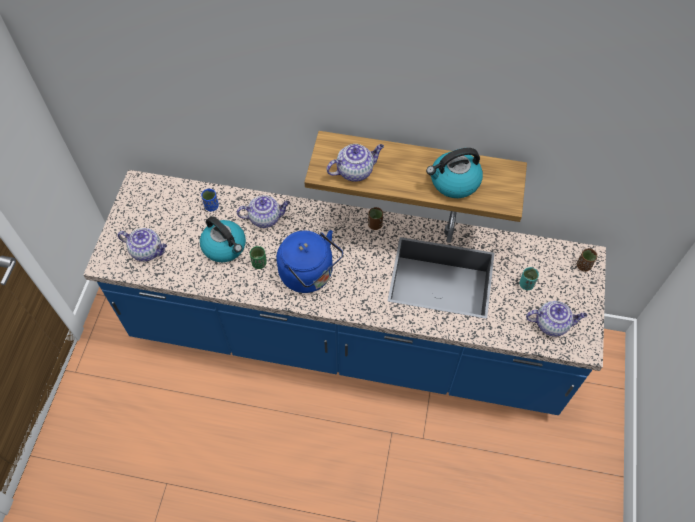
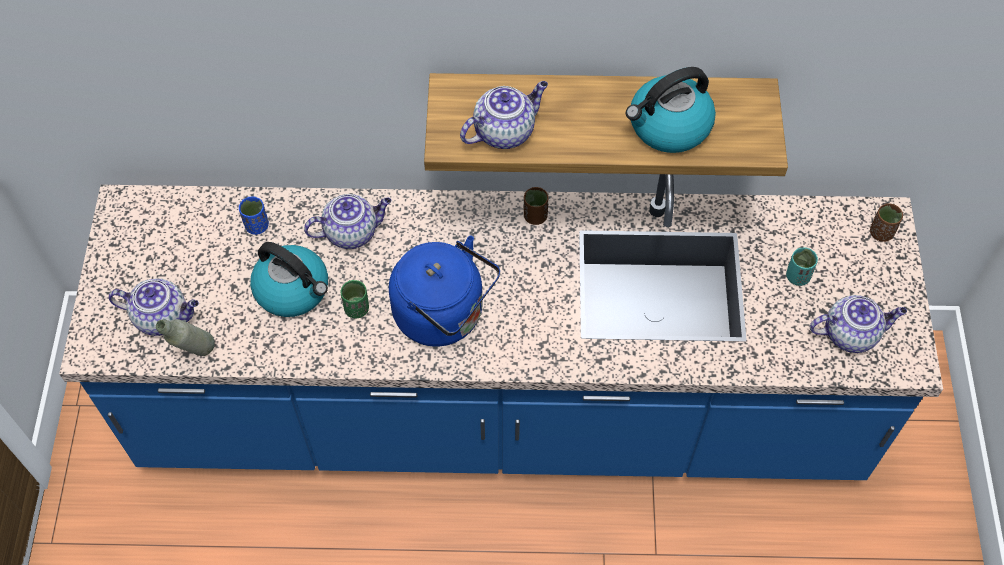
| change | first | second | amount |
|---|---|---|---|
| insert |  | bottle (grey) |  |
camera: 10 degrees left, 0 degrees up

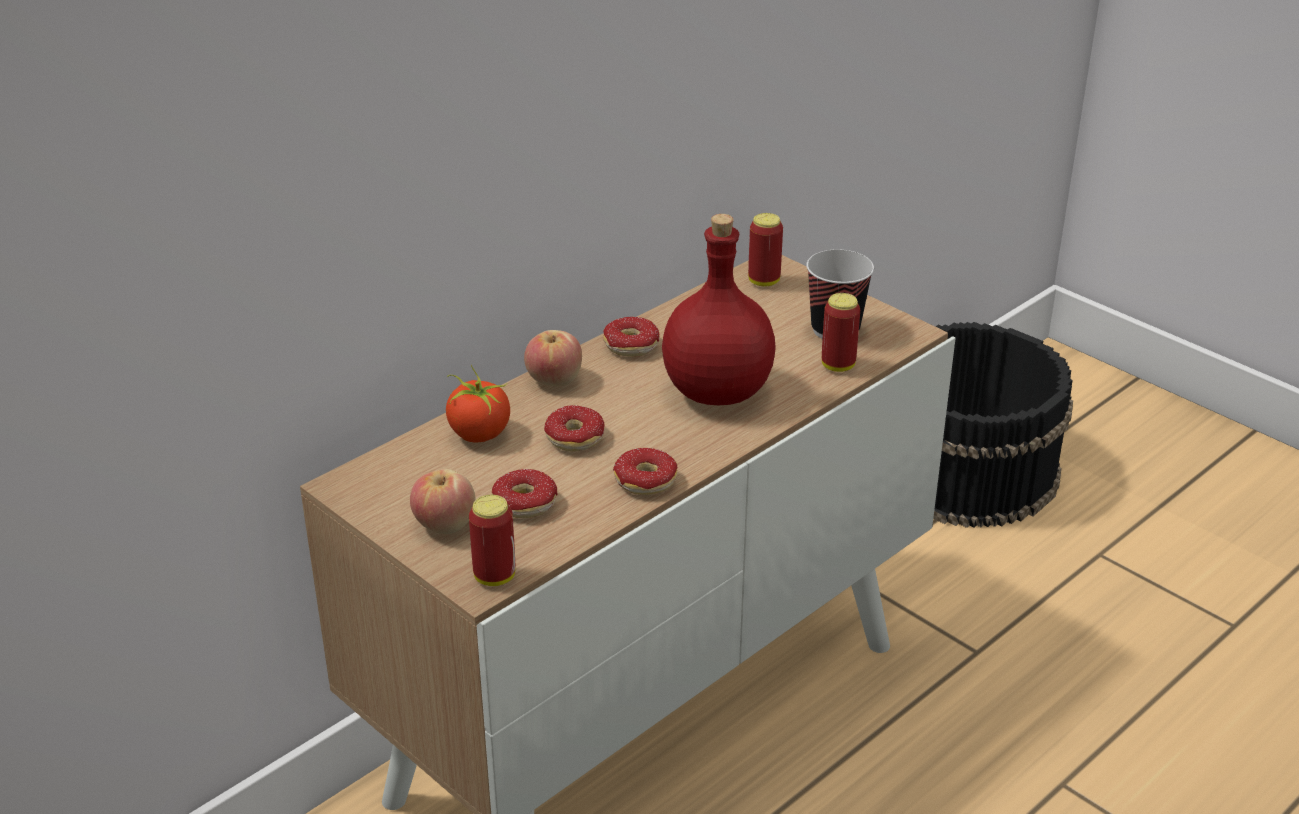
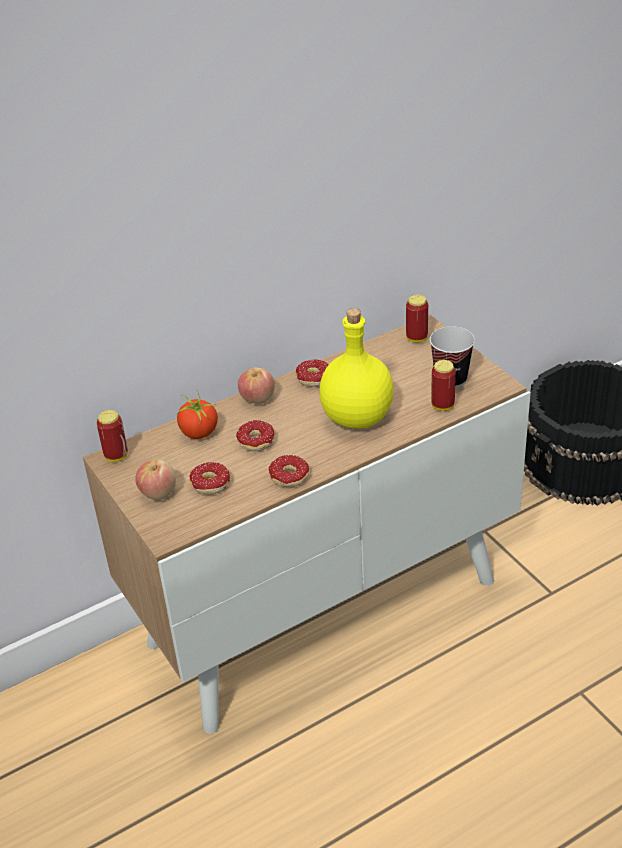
| change | first | second | amount |
|---|---|---|---|
| move | can (1st from left) |  |  |
| recolor | bottle (red) | bottle (yellow) |  |
camera: 15 degrees right, 5 degrees up

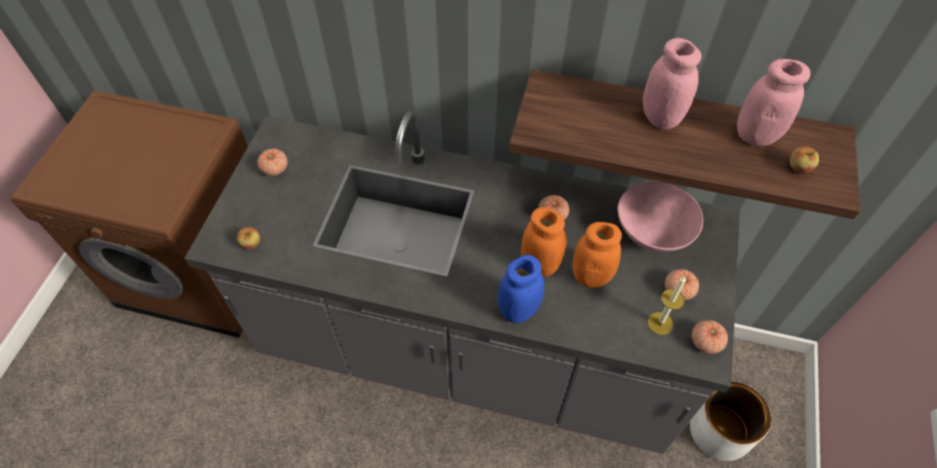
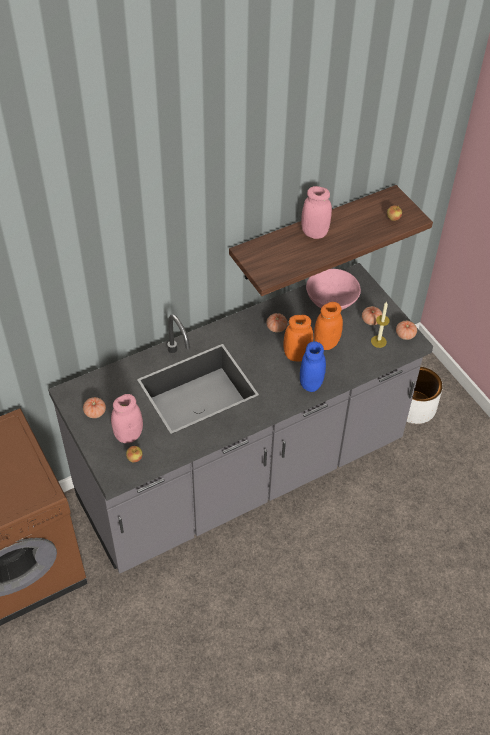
| change | first | second | amount |
|---|---|---|---|
| move | jar (pink) (2nd from left in the first image) | jar (pink) (1st from left) |  |
camera: 45 degrees left, 5 degrees down

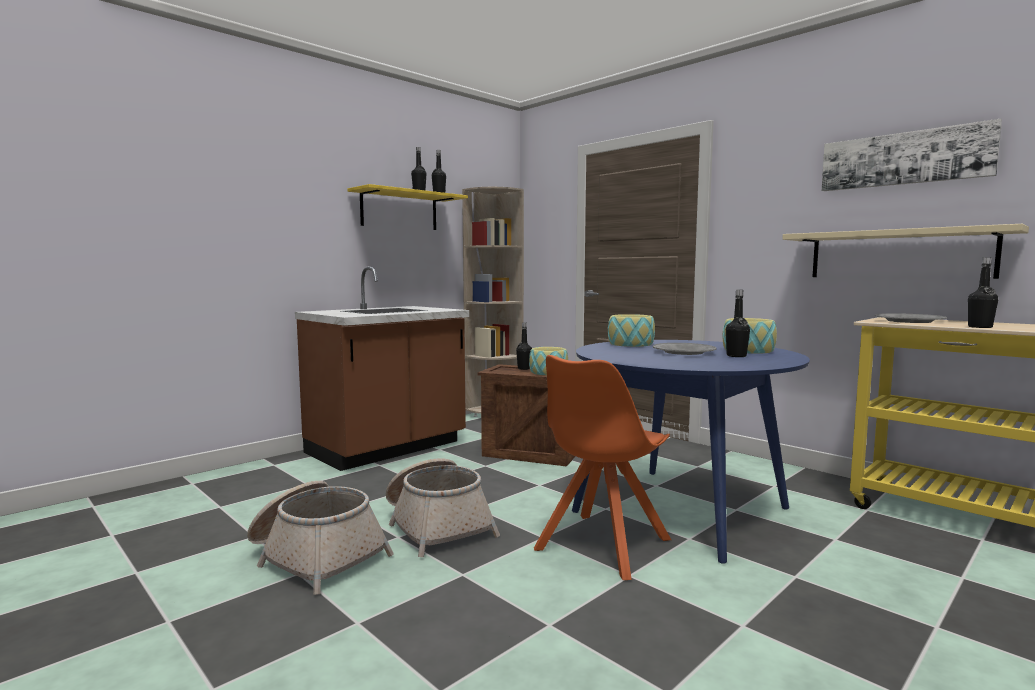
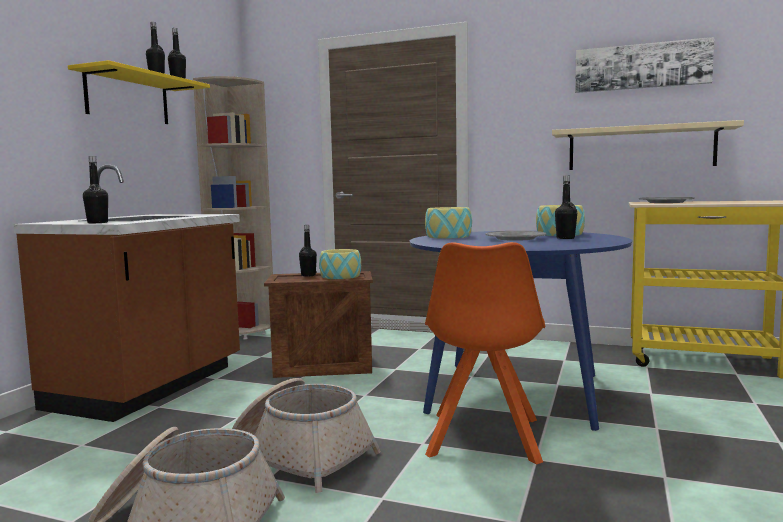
| change | first | second | amount |
|---|---|---|---|
| move | bottle (black) (5th from left in the first image) | bottle (black) (1st from left) |  |
camera: 25 degrees left, 0 degrees up

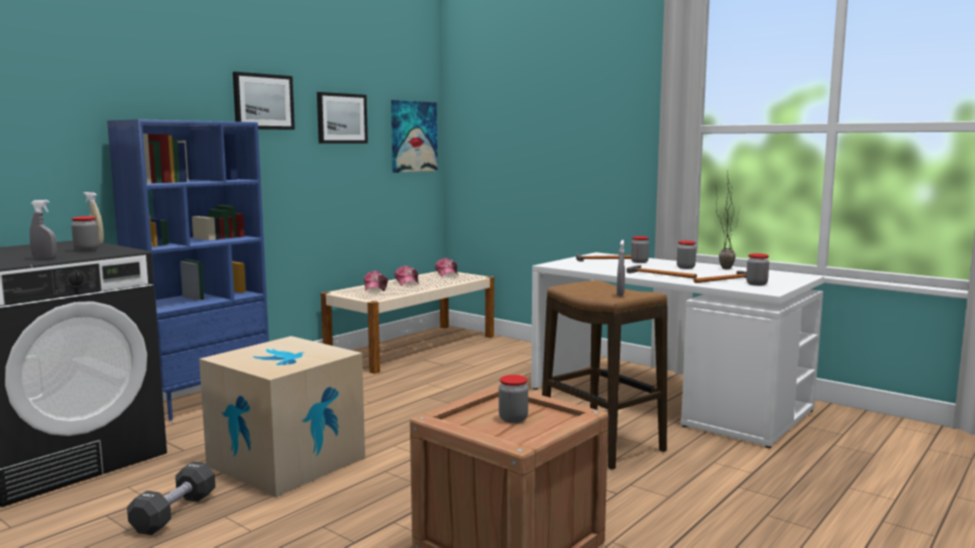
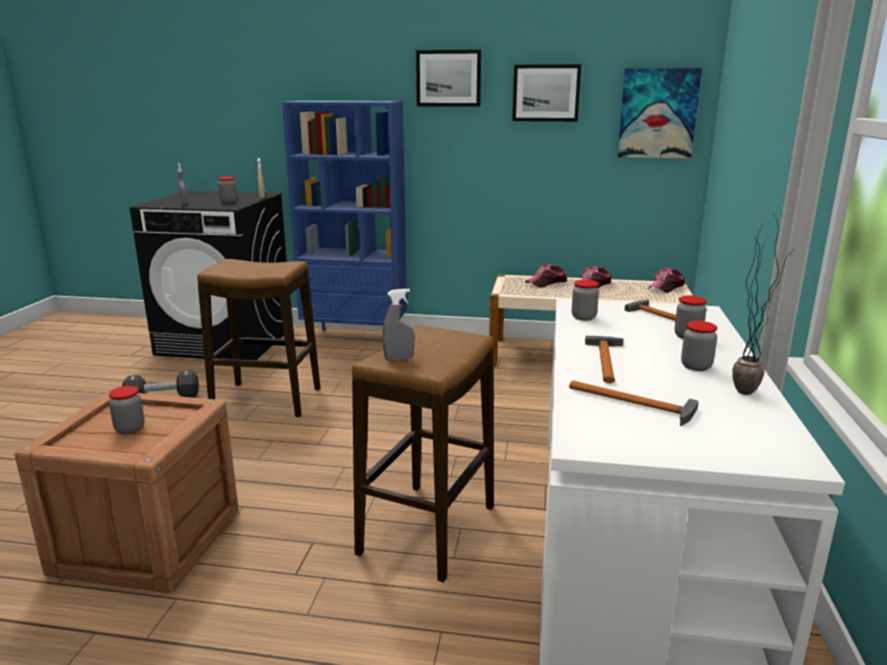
| change | first | second | amount |
|---|---|---|---|
| move | jar (5th from left in the first image) | jar (3rd from left) |  |
| replace | cardboard box | stool (1st from left) |  |
camera: 60 degrees right, 10 degrees up

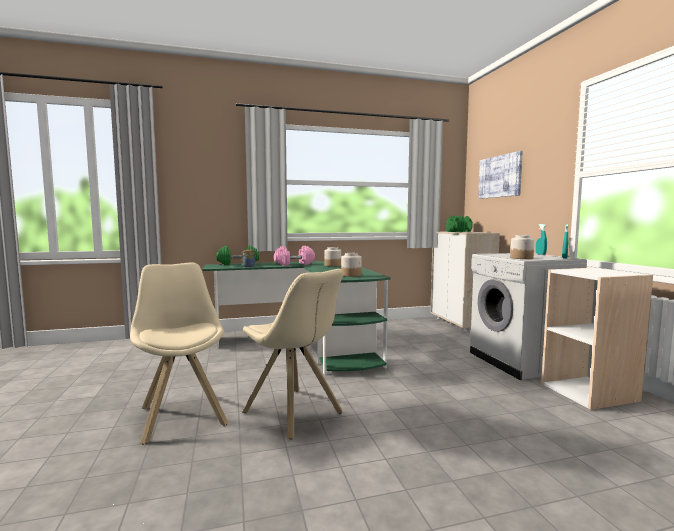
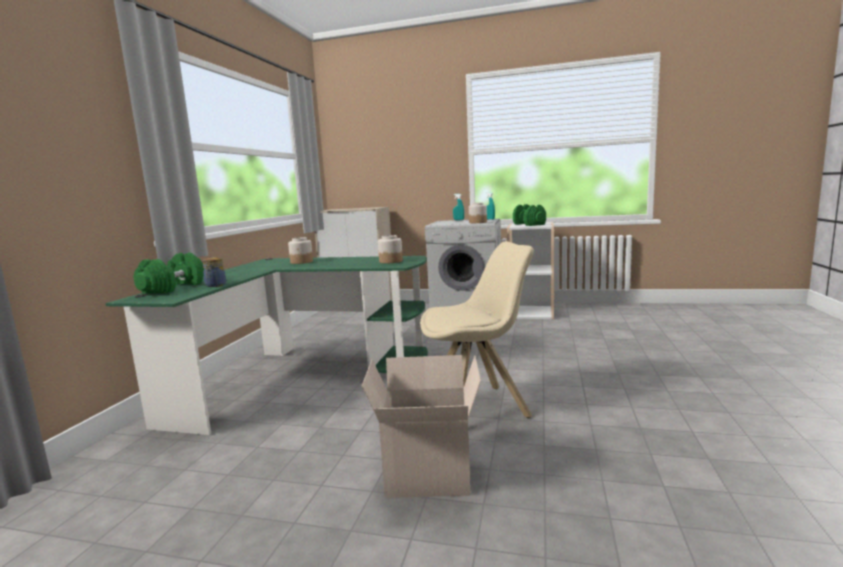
| change | first | second | amount |
|---|---|---|---|
| delete | dumbbell (pink) |  |  |
| delete | picture |  |  |
| move | dumbbell (green) (2nd from left) |  |  |
| replace | chair (beige) (1st from left) | cardboard box |  |
camera: 60 degrees left, 5 degrees up

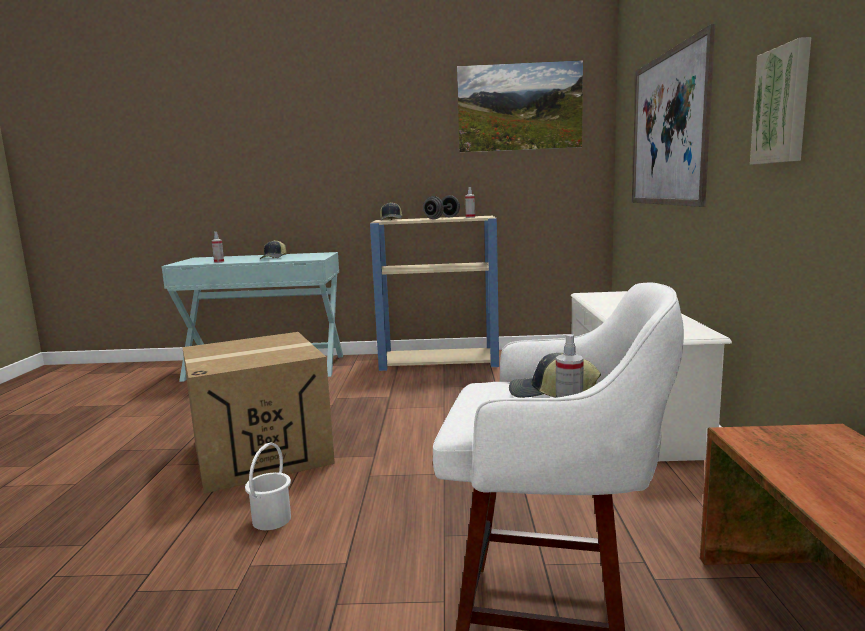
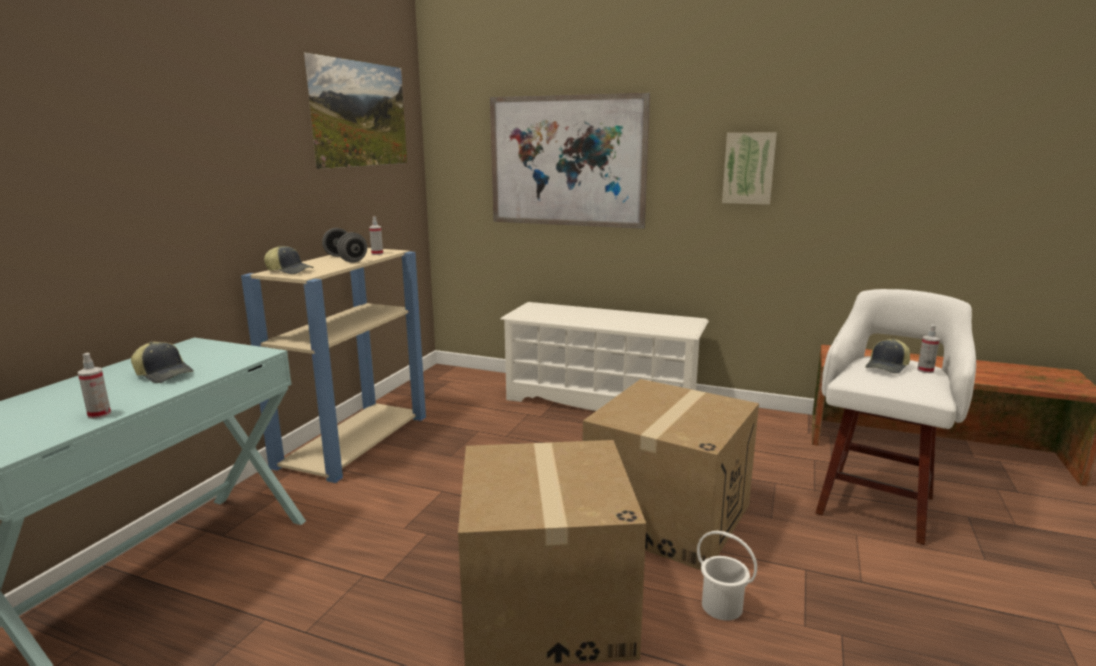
| change | first | second | amount |
|---|---|---|---|
| insert |  | cardboard box (2nd from left) |  |
camera: 70 degrees left, 5 degrees up

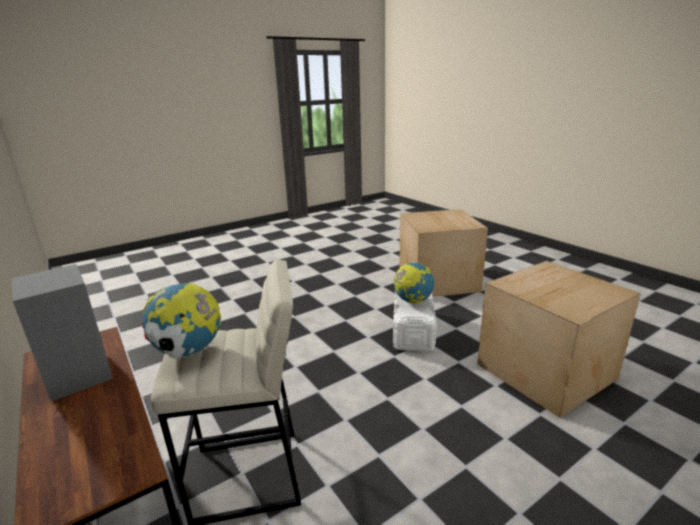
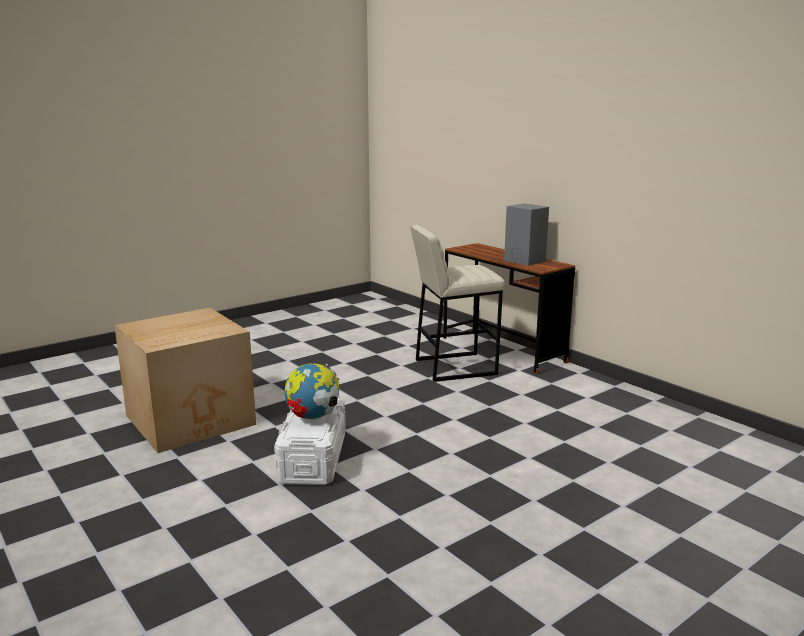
| change | first | second | amount |
|---|---|---|---|
| delete | globe (1st from left) |  |  |
| delete | cardboard box (1st from left) |  |  |
camera: 175 degrees right, 5 degrees down

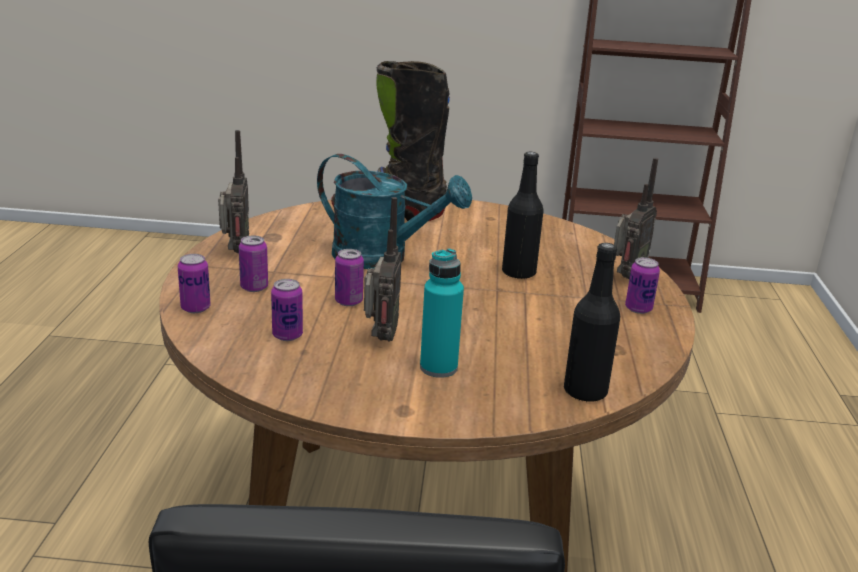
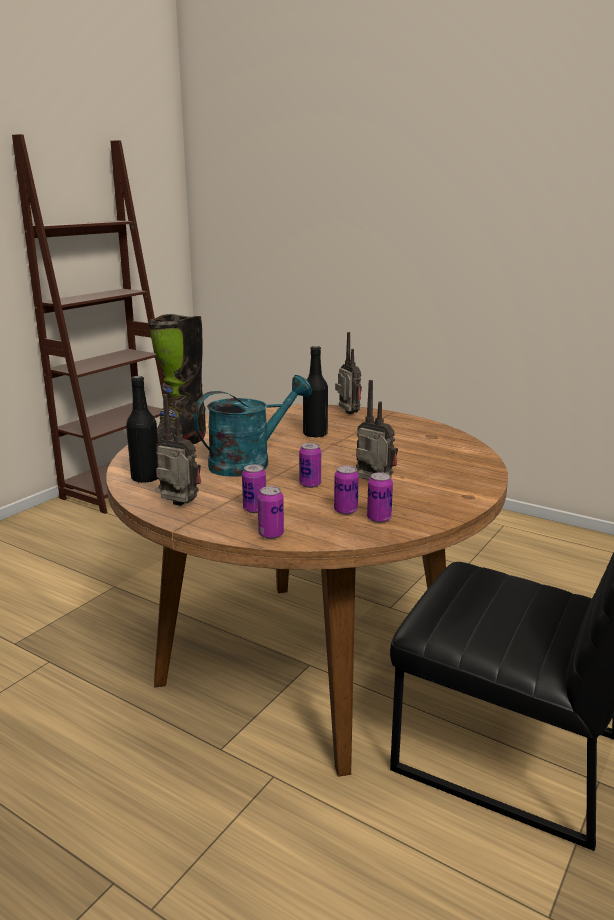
| change | first | second | amount |
|---|---|---|---|
| delete | bottle (turquoise) |  |  |
| move | bottle (black) (2nd from left in the first image) | bottle (black) (1st from left) |  |
| move | can (5th from left) |  |  |
camera: 60 degrees left, 5 degrees down

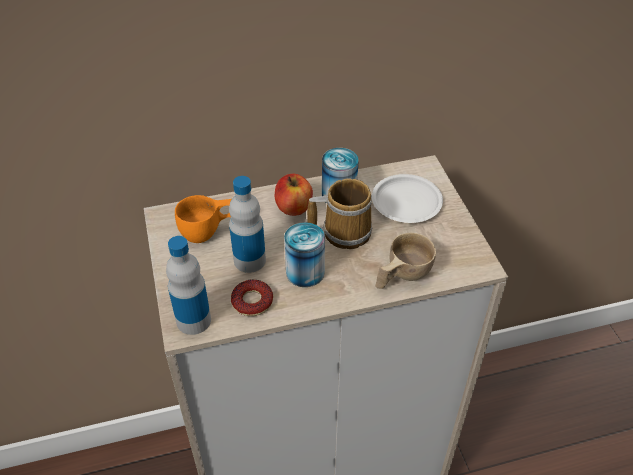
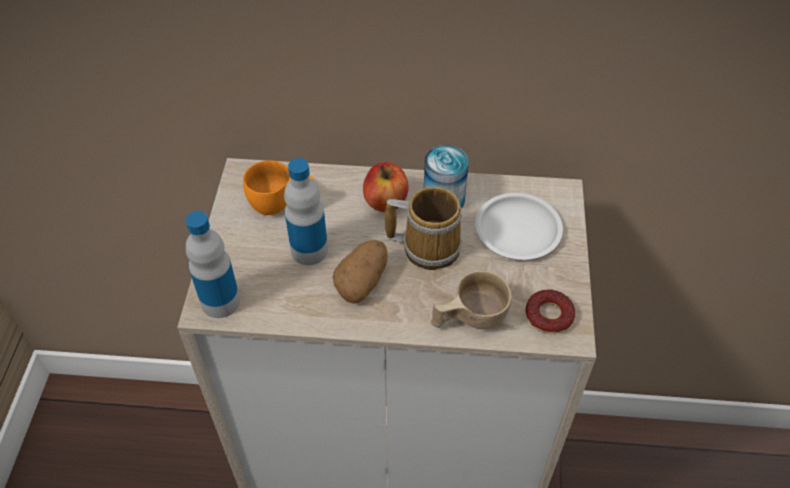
| change | first | second | amount |
|---|---|---|---|
| move | donut |  |  |
| replace | can (1st from left) | potato |  |
camera: 20 degrees right, 5 degrees up

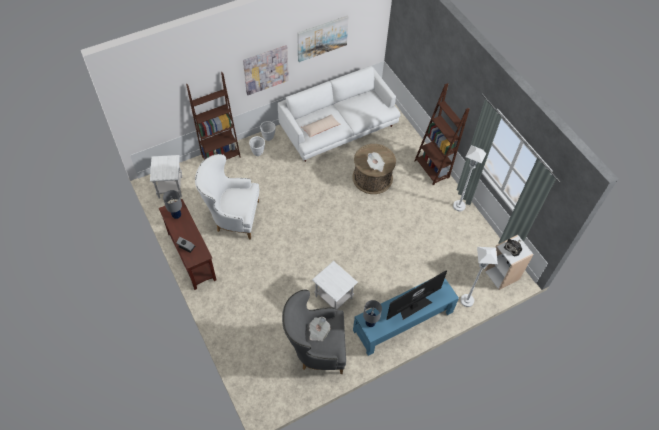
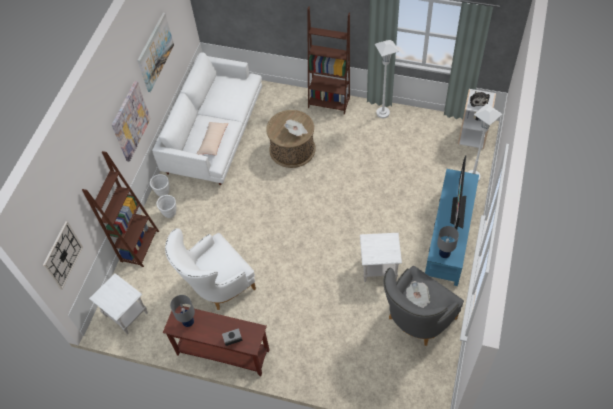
| change | first | second | amount |
|---|---|---|---|
| insert |  | wall clock |  |
camera: 40 degrees left, 0 degrees up

